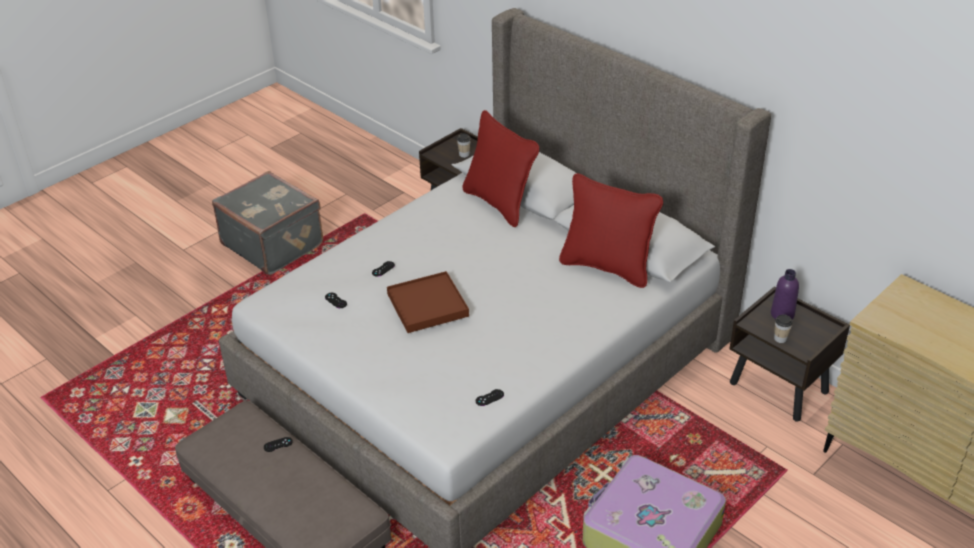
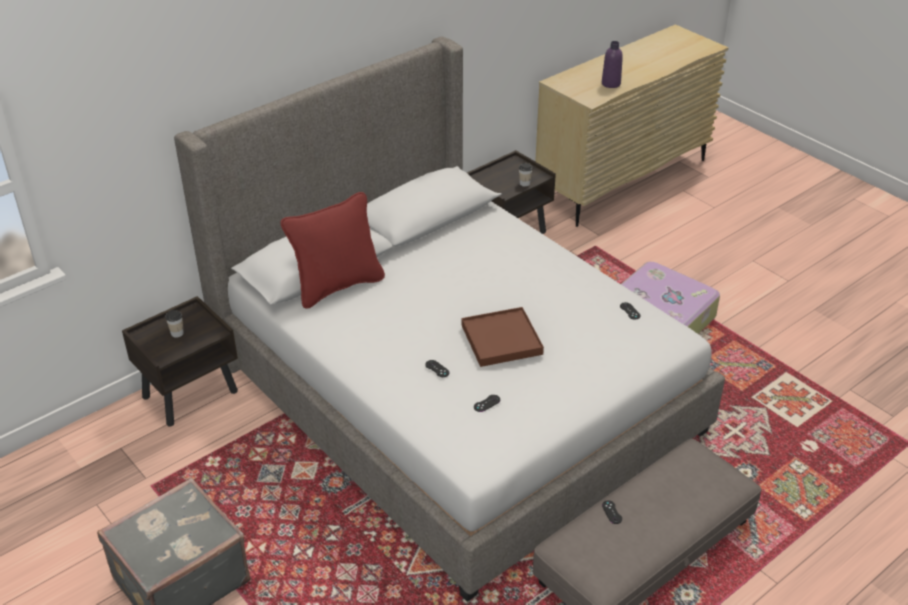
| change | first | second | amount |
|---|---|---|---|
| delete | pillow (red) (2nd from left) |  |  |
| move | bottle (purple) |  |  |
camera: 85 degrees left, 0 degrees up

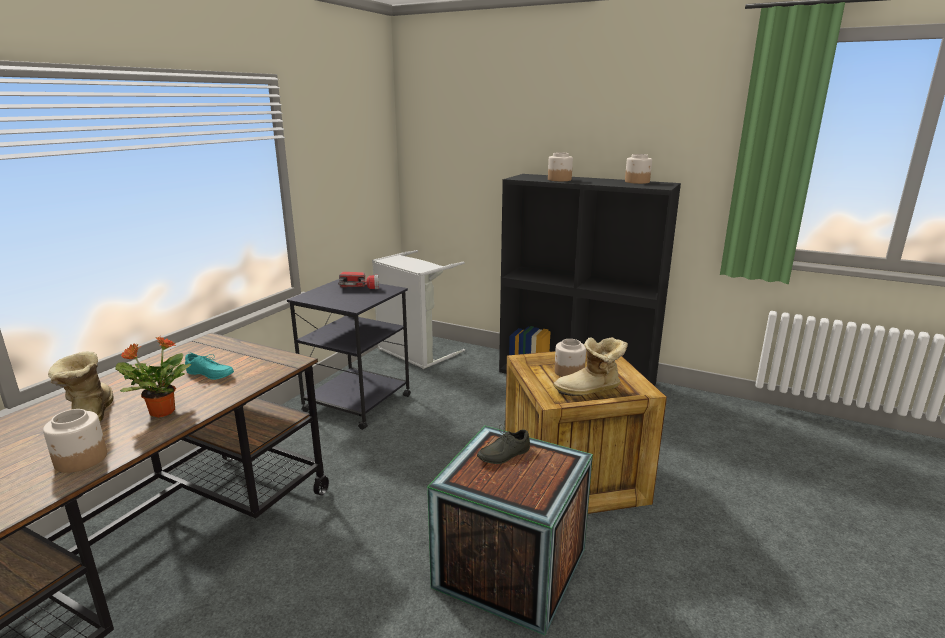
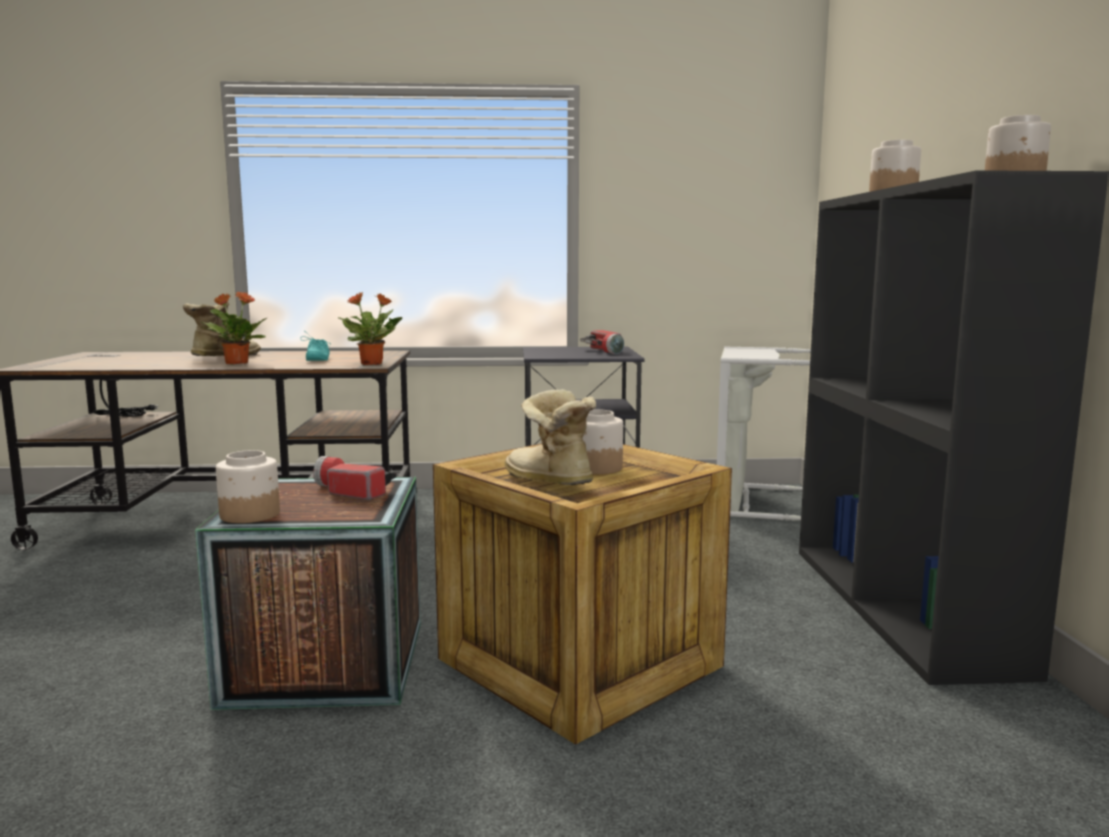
| change | first | second | amount |
|---|---|---|---|
| insert |  | potted plant (2nd from left) |  |
| move | jar (1st from left) |  |  |
| replace | shoe (grey) | flashlight (1st from left) |  |
camera: 60 degrees right, 10 degrees down

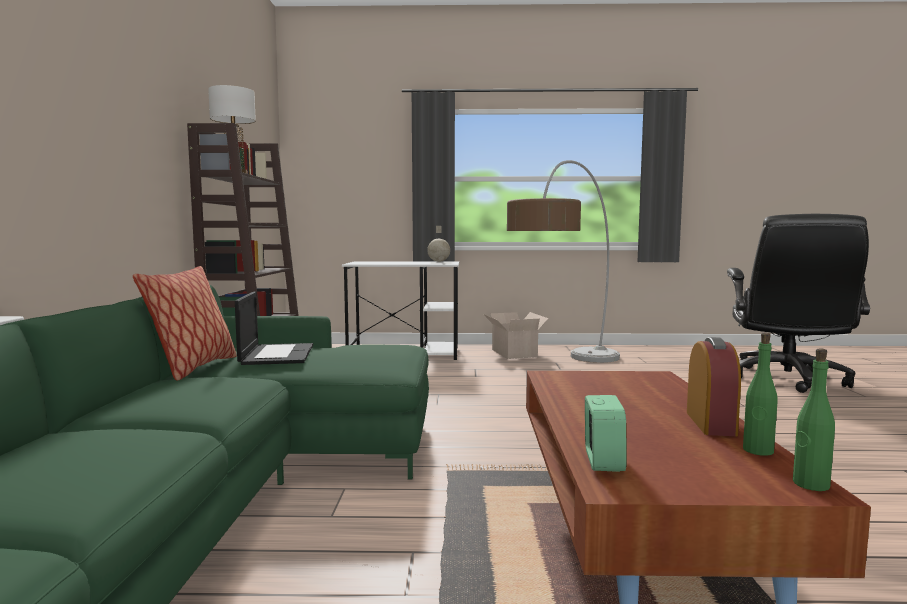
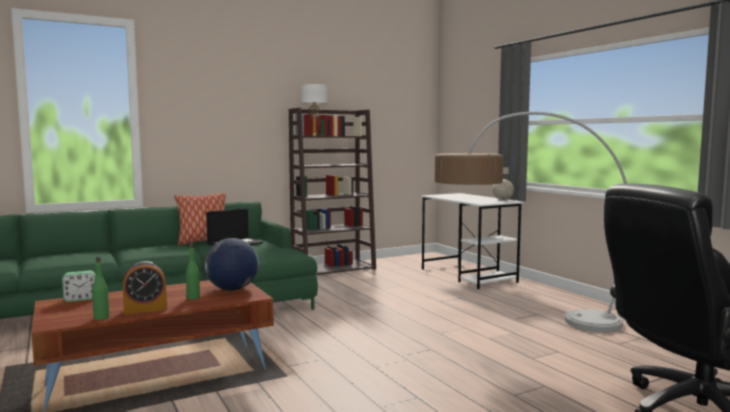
| change | first | second | amount |
|---|---|---|---|
| delete | cardboard box |  |  |
| insert |  | globe (1st from left) |  |
| move | bottle (green) (2nd from left) |  |  |
camera: 60 degrees right, 0 degrees up

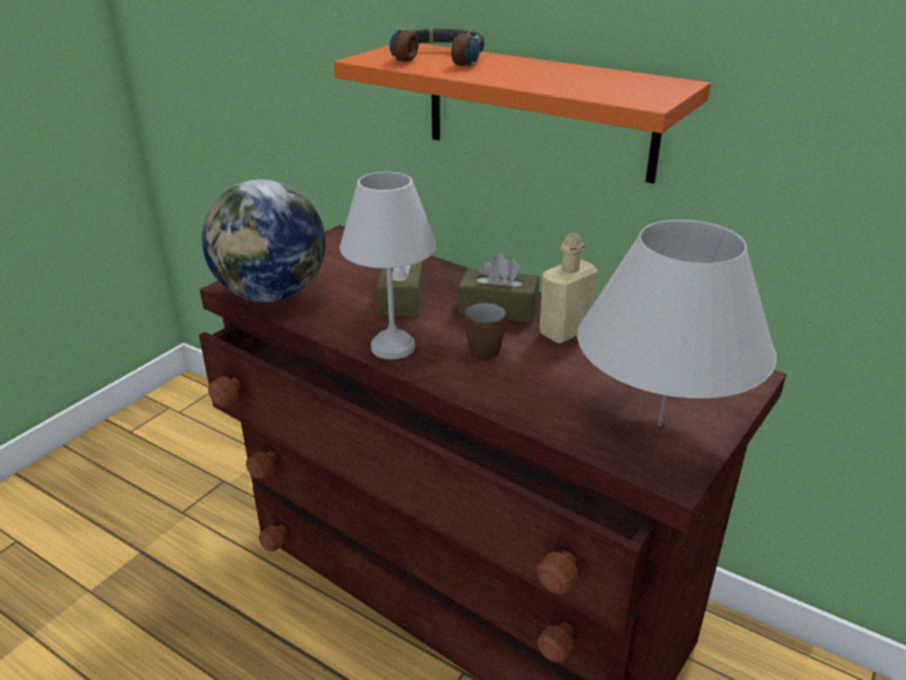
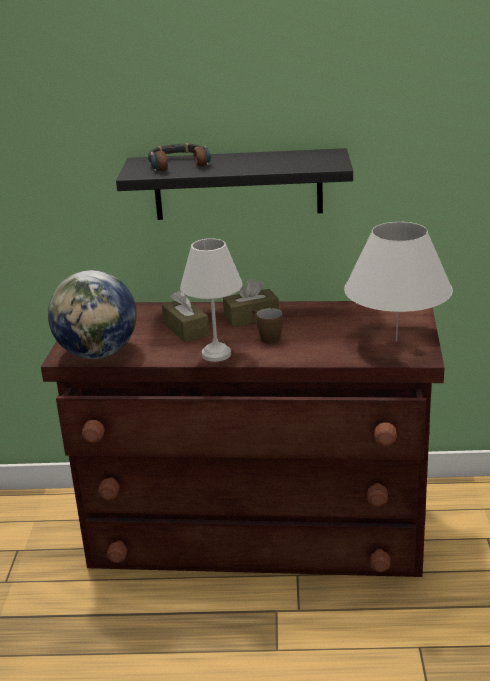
| change | first | second | amount |
|---|---|---|---|
| delete | bottle (beige) |  |  |
| recolor | shelf (orange) | shelf (black) |  |
camera: 30 degrees left, 5 degrees down

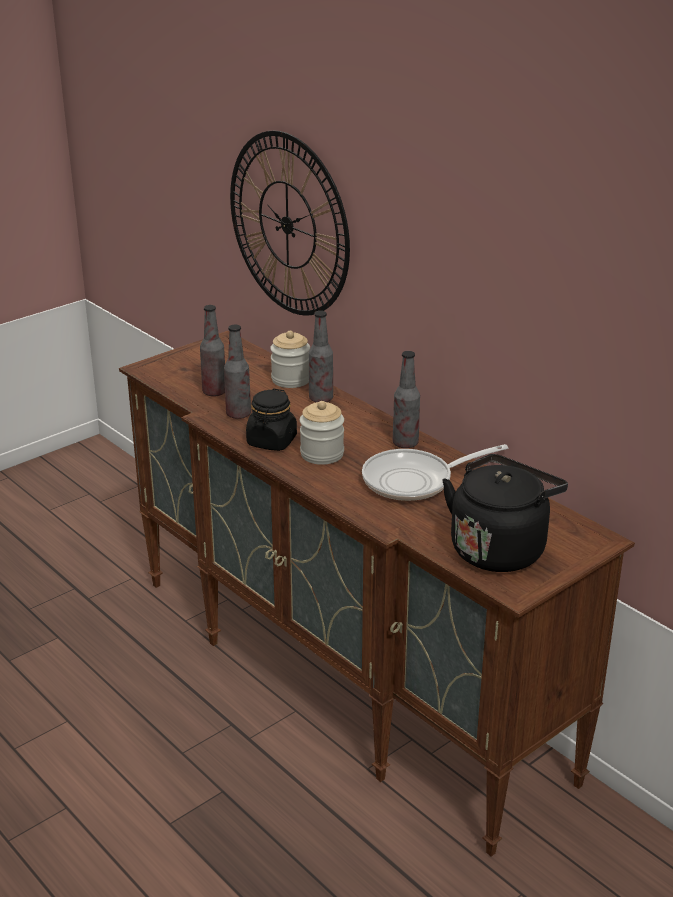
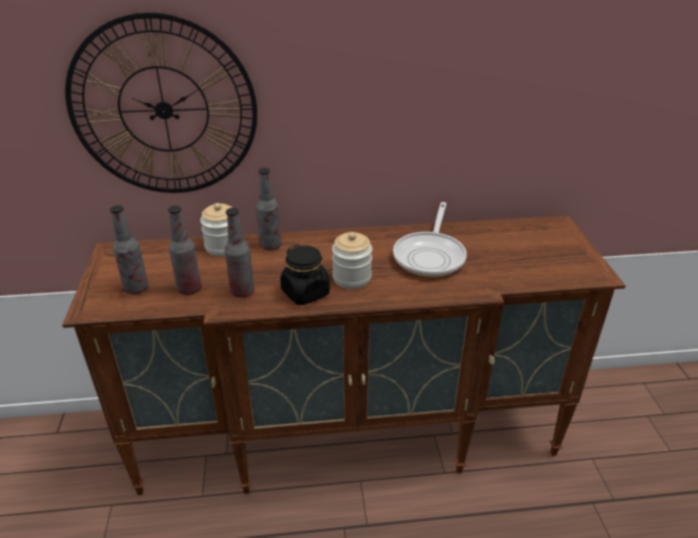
| change | first | second | amount |
|---|---|---|---|
| delete | kettle (black) |  |  |
| move | bottle (4th from left in the first image) | bottle (1st from left) |  |
camera: 55 degrees left, 5 degrees up

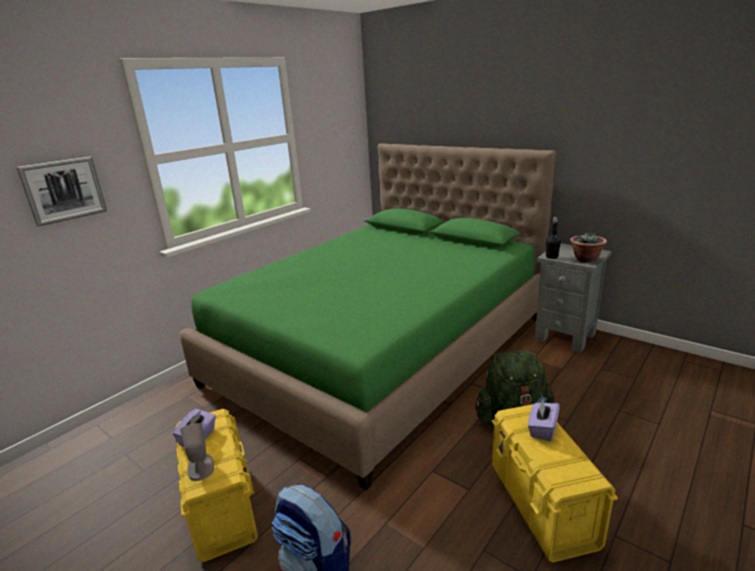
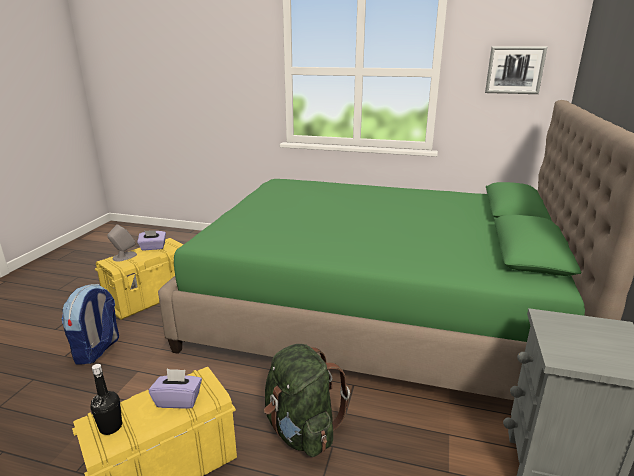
| change | first | second | amount |
|---|---|---|---|
| delete | potted plant |  |  |
| move | picture |  |  |
| move | bottle (black) |  |  |
camera: 65 degrees right, 0 degrees up

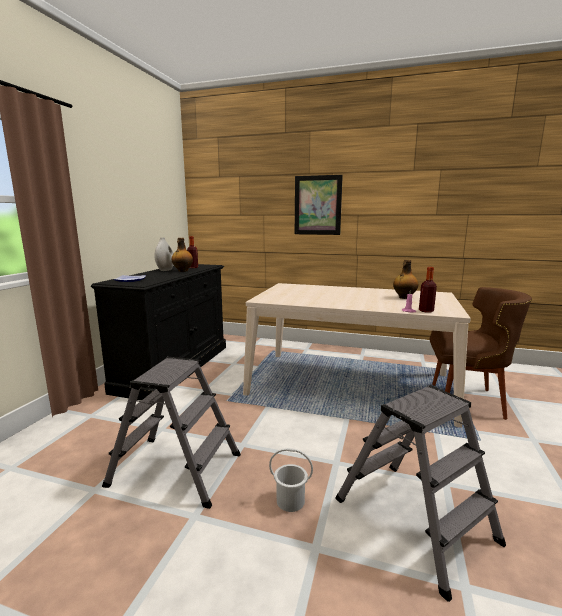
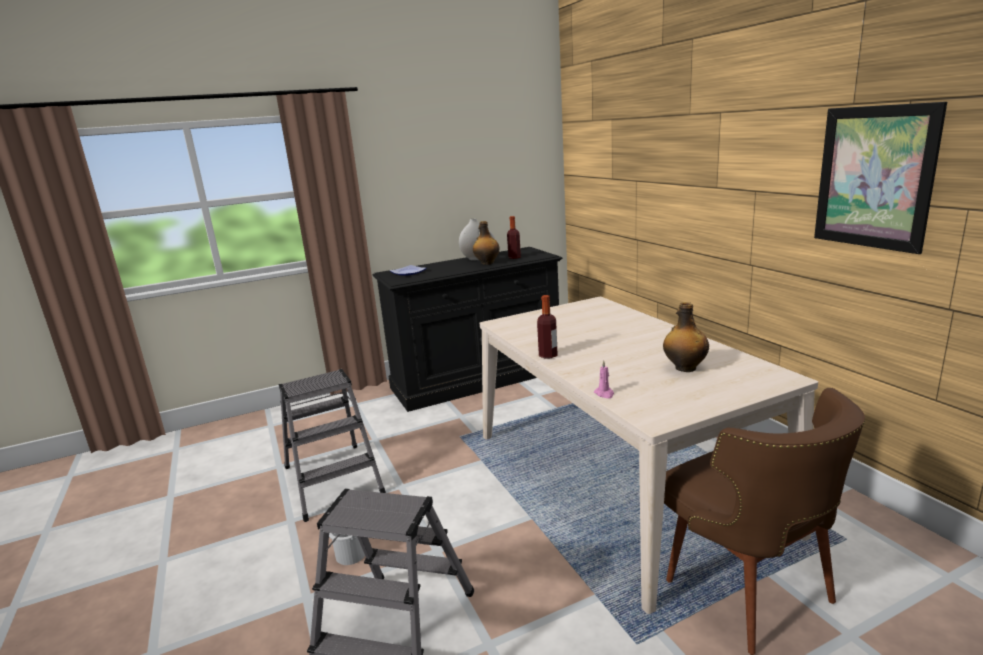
| change | first | second | amount |
|---|---|---|---|
| move | picture |  |  |
| move | bottle (4th from left in the first image) | bottle (3rd from left) |  |
camera: 50 degrees right, 5 degrees up

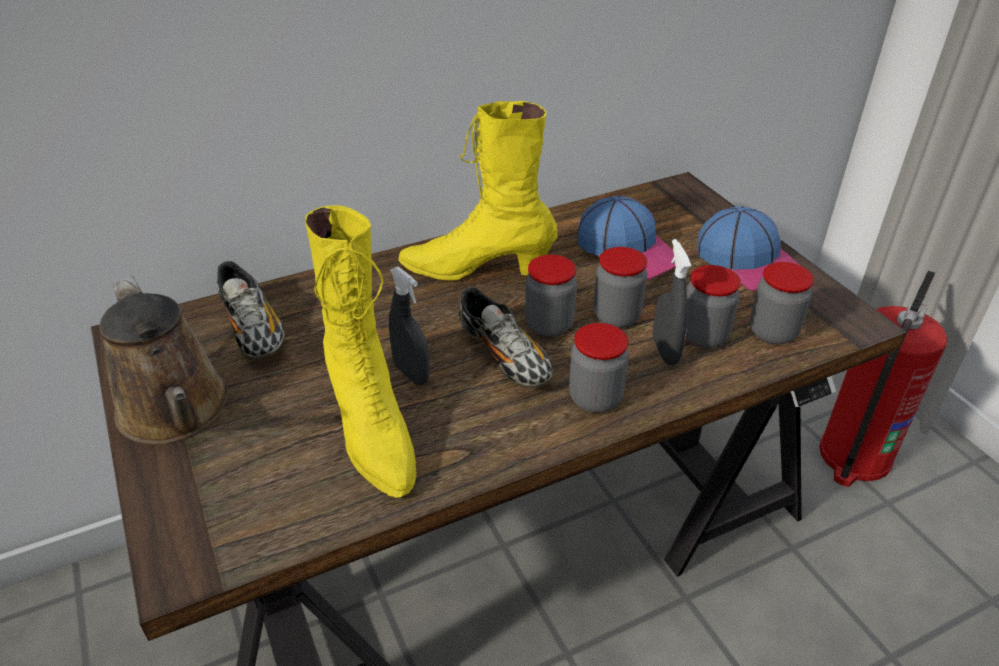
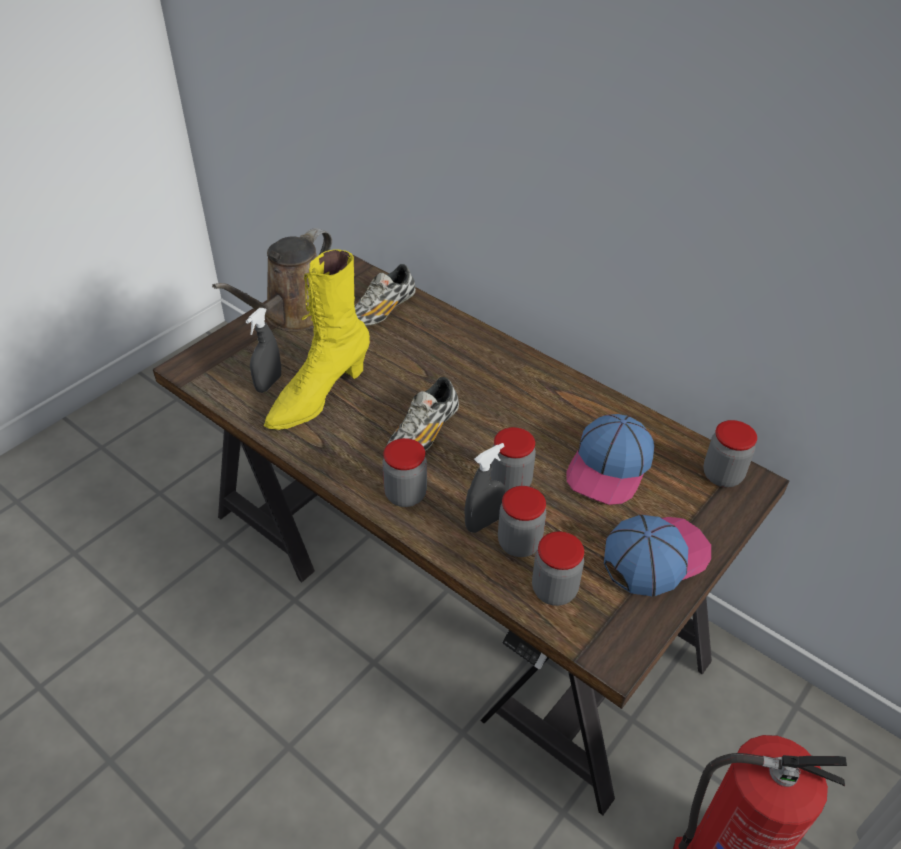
| change | first | second | amount |
|---|---|---|---|
| delete | boot (yellow) (2nd from left) |  |  |
| move | spray bottle (grey) (1st from left) |  |  |
| move | jar (1st from left in the first image) | jar (5th from left) |  |
| rotate | cap (2nd from left) |  | 150 degrees counterclockwise |
camera: 65 degrees right, 5 degrees up

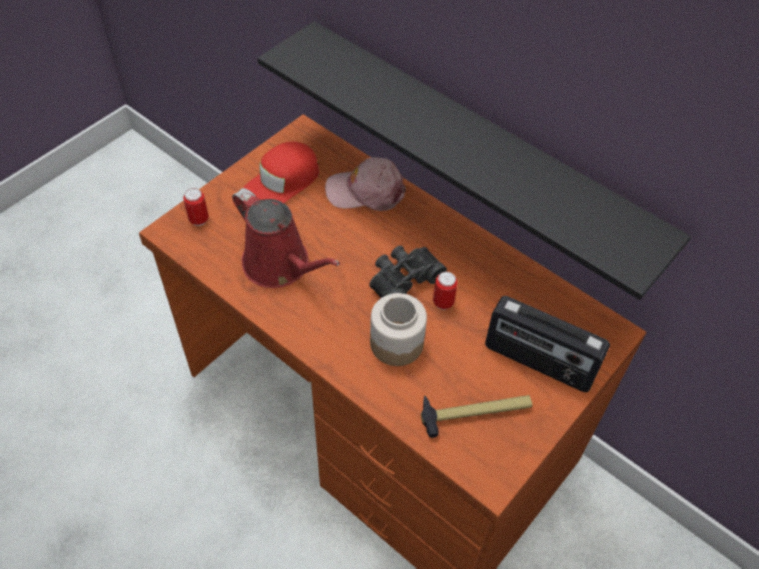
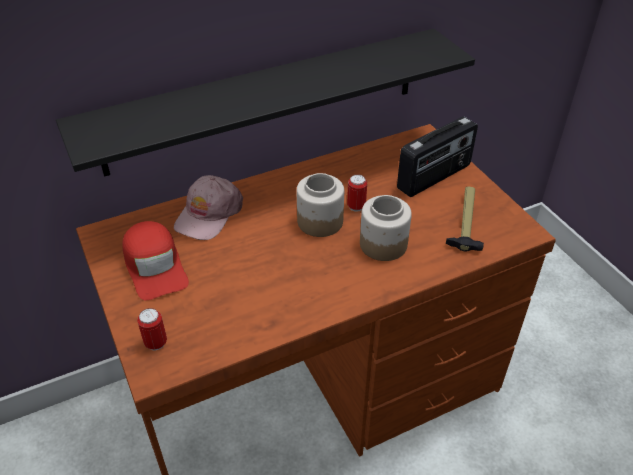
| change | first | second | amount |
|---|---|---|---|
| delete | watering can (red) |  |  |
| replace | binoculars (black) | jar (1st from left) |  |
camera: 65 degrees left, 10 degrees down

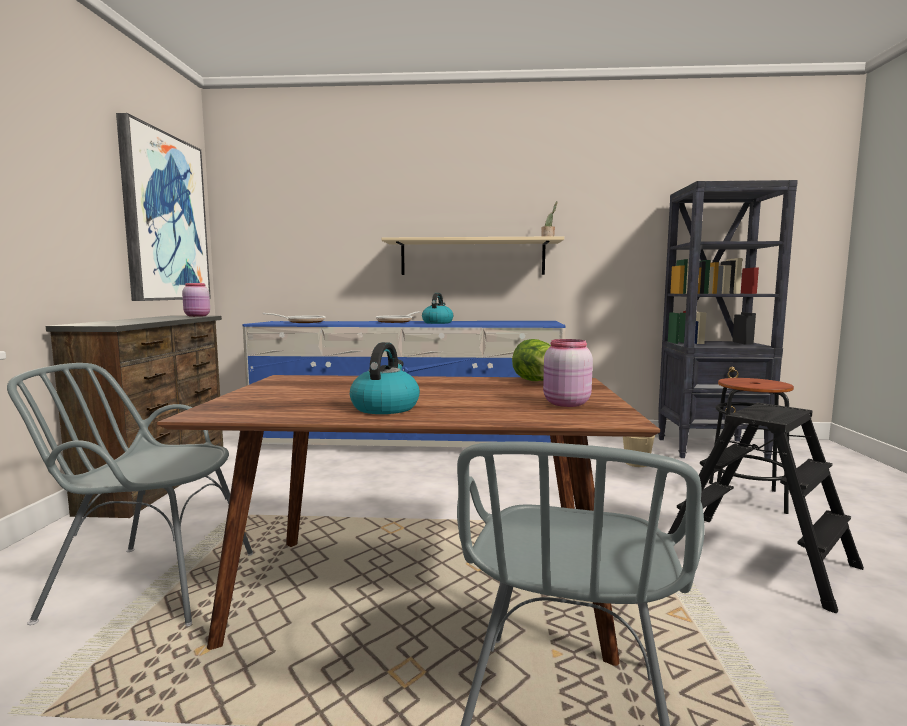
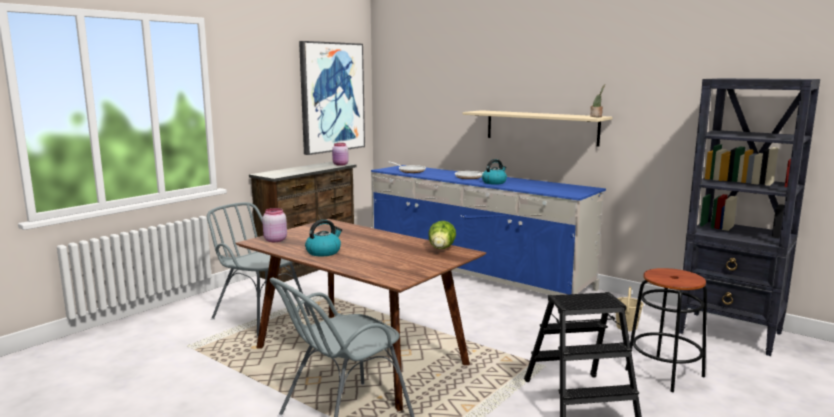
| change | first | second | amount |
|---|---|---|---|
| move | jar (pink) (2nd from left in the first image) | jar (pink) (1st from left) |  |
camera: 35 degrees right, 5 degrees up

